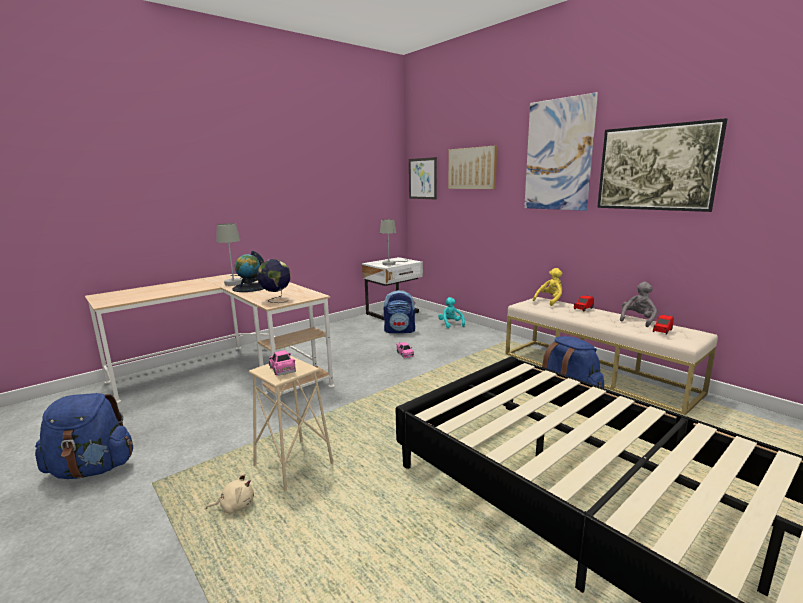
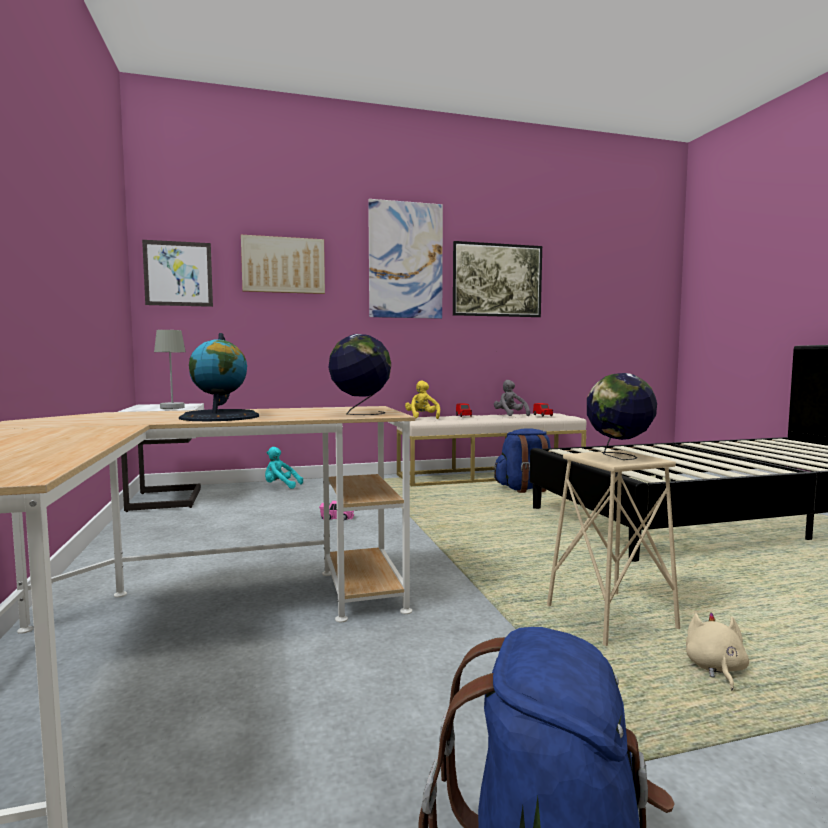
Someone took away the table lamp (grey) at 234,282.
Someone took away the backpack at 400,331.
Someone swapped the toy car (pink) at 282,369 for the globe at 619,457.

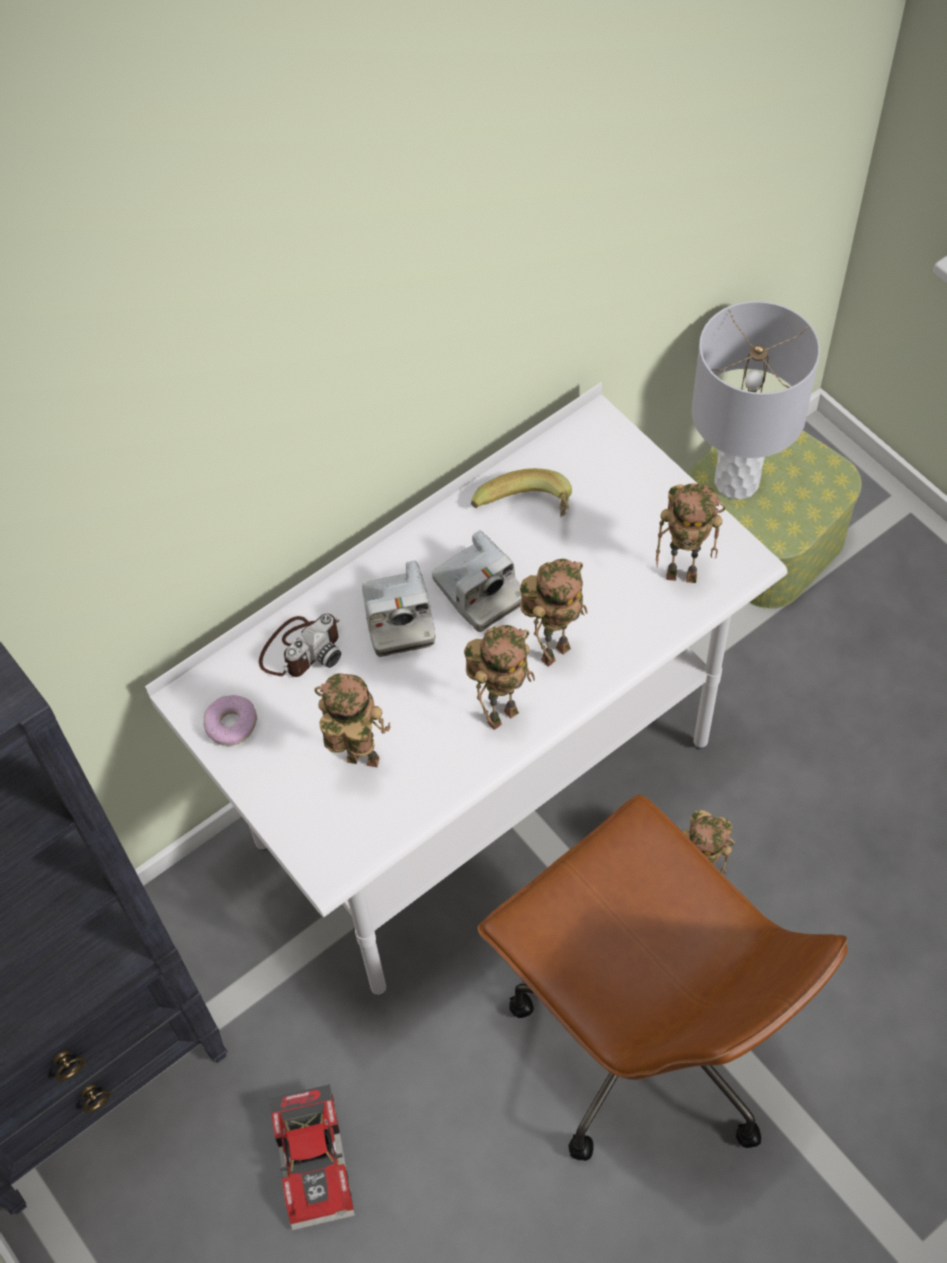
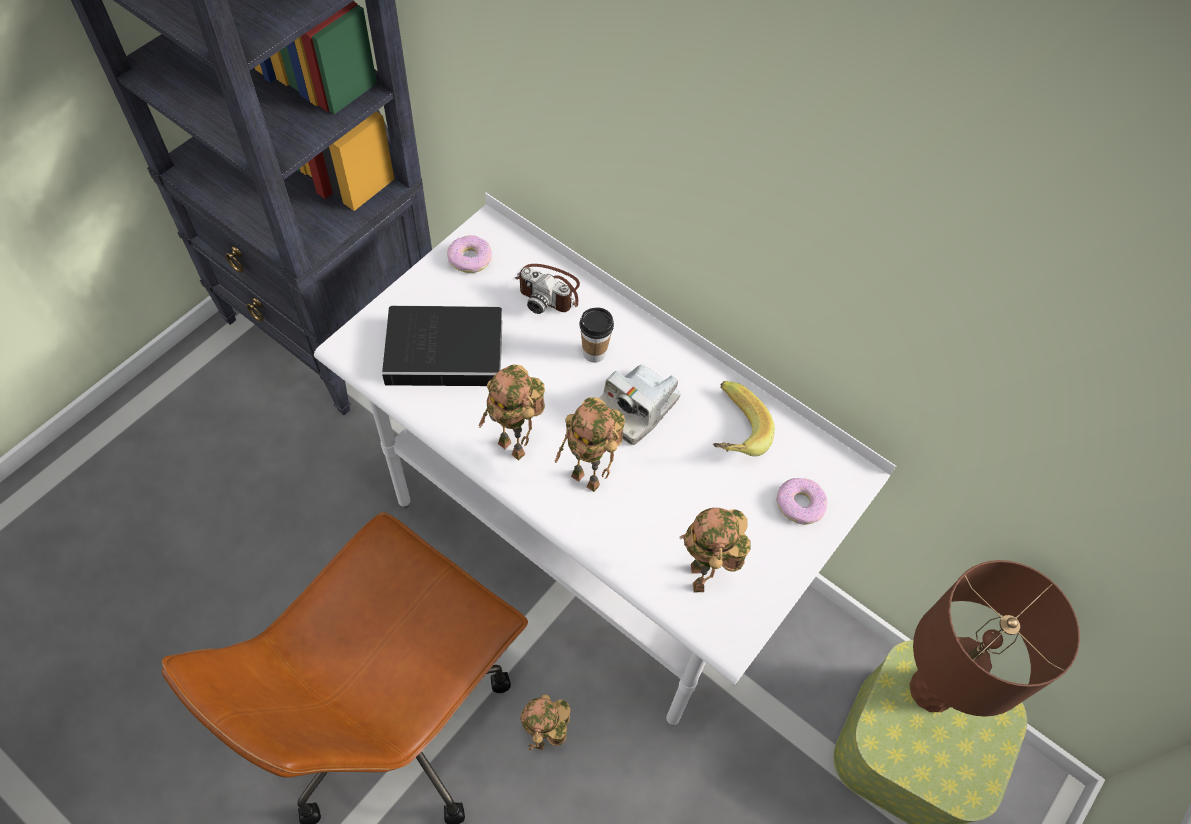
Someone took away the toy car at 317,1160.
Someone put down the donut at 800,504.
Someone swapped the toy robot at 359,763 for the book at 449,351.
Someone swapped the photo camera at 398,618 for the cup at 594,353.
Someone repainted the table lamp (grey) at 736,482, which became the table lamp (brown) at 930,689.

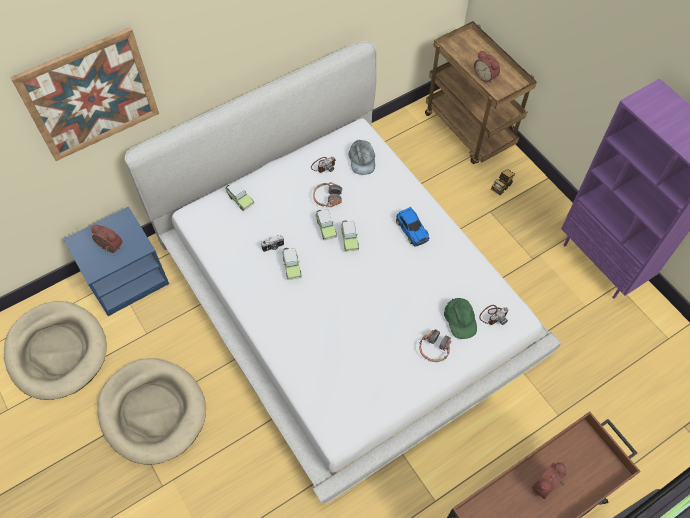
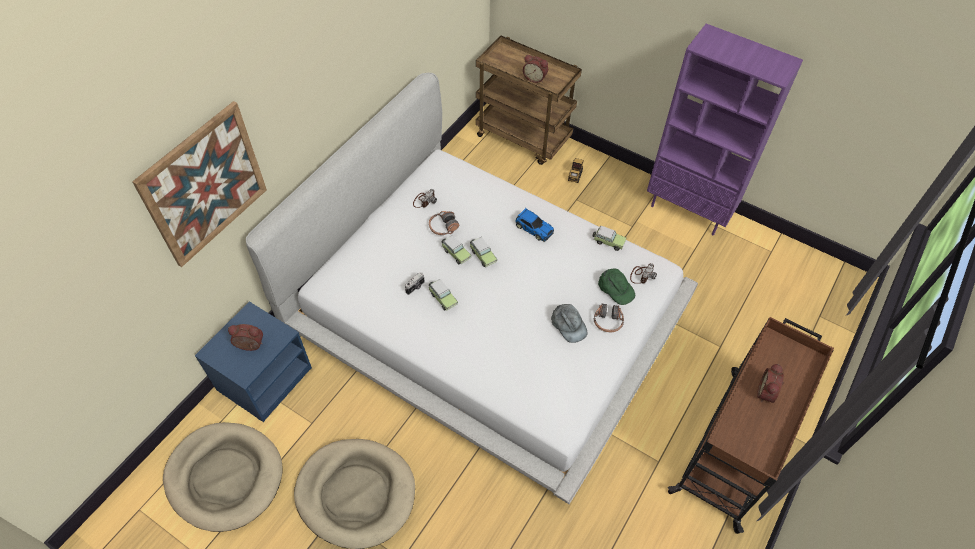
Someone carried the toy car from 240,199 to 608,242.
Someone carried the cap (grey) from 362,160 to 568,325.

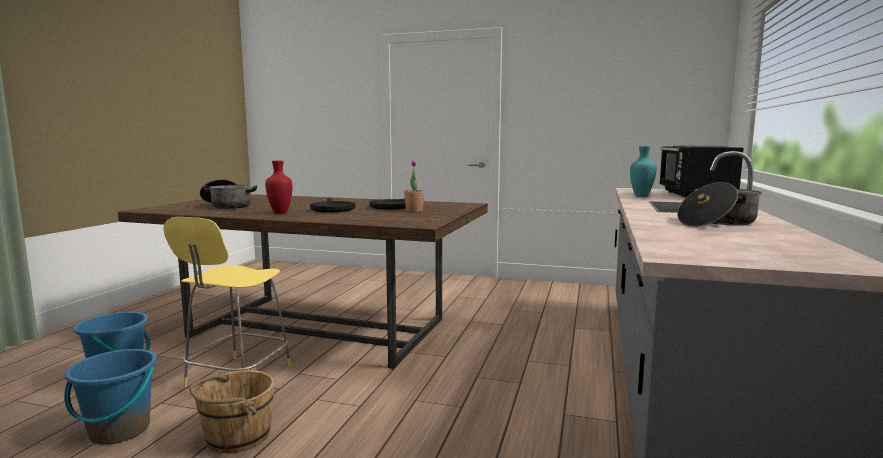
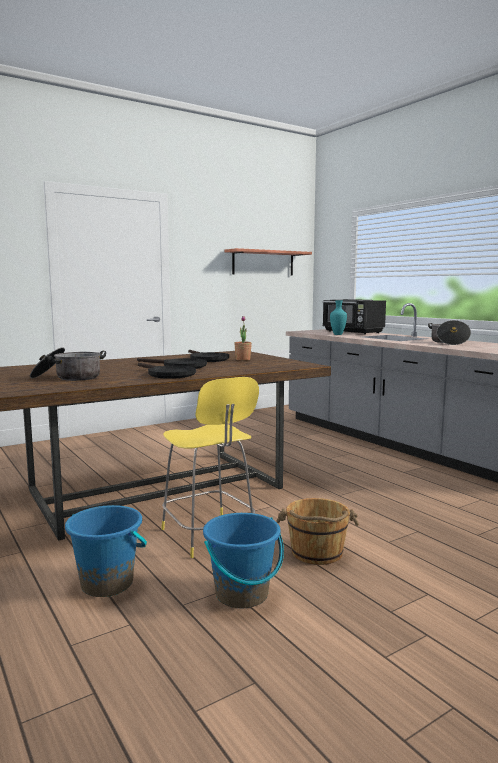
Someone put up the shelf at 263,263.
Someone swapped the vase (red) at 279,213 for the frying pan (black) at 167,374.

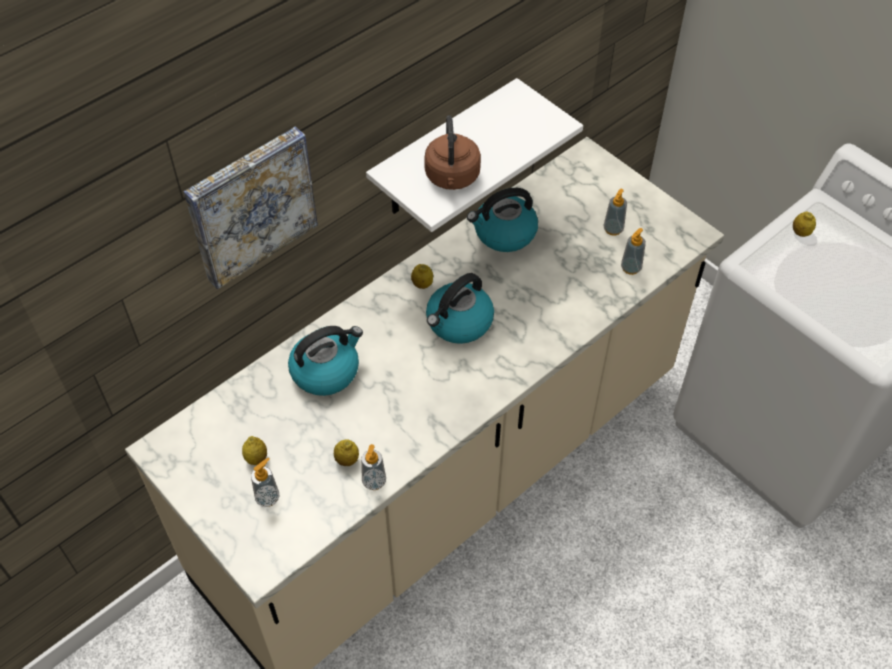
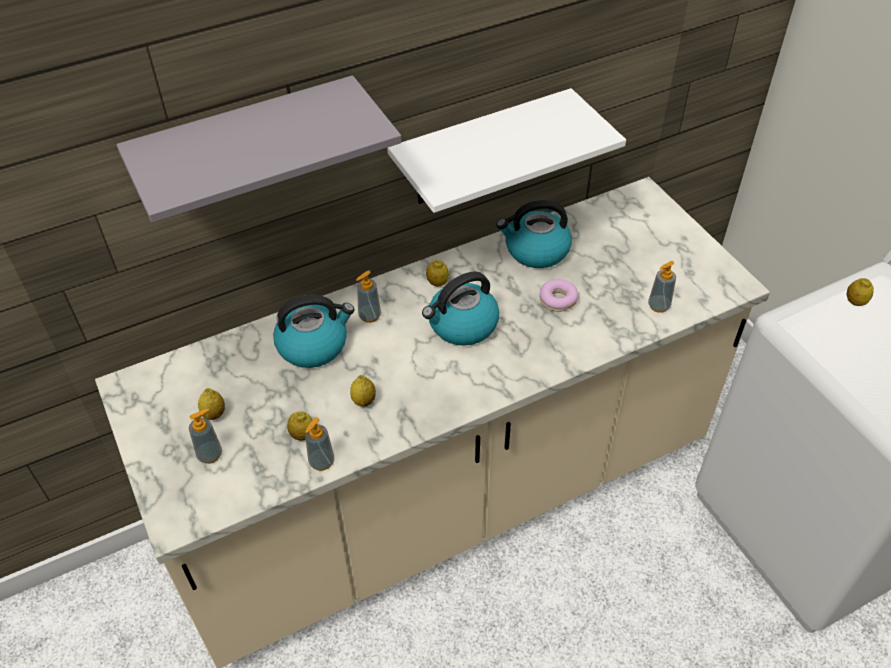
Someone took away the kettle (brown) at 452,178.
Someone put down the lemon at 364,401.
Someone put down the donut at 558,300.
Someone carried the soap dispenser from 613,229 to 369,316.
Someone swapped the picture at 250,205 for the shelf (grey) at 247,147.

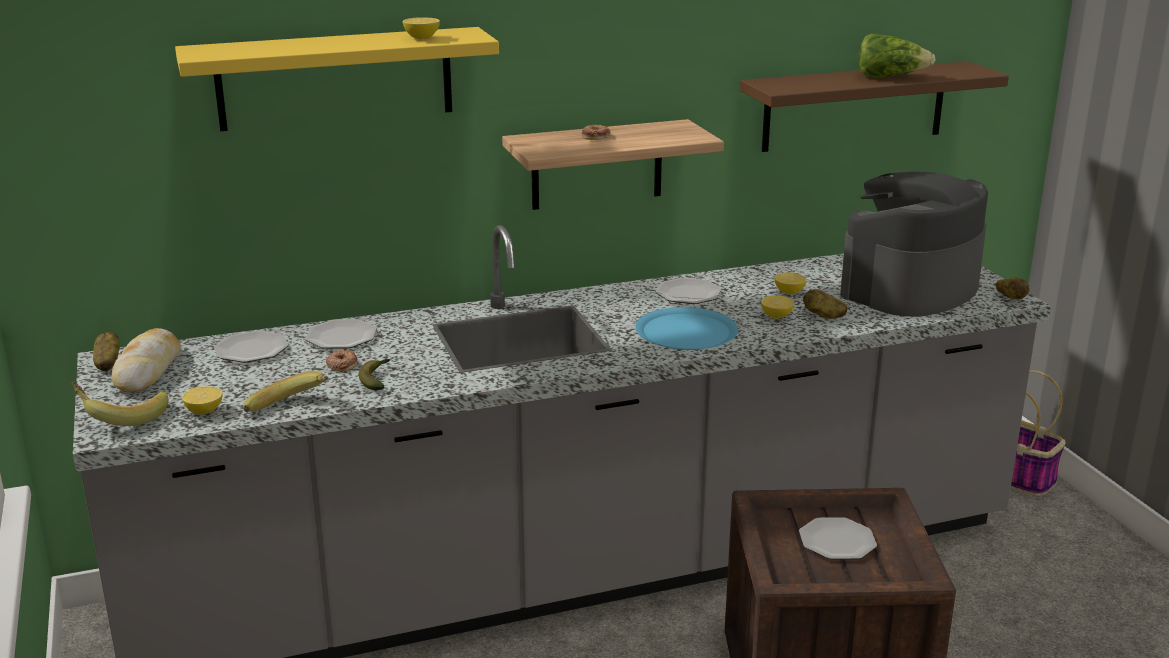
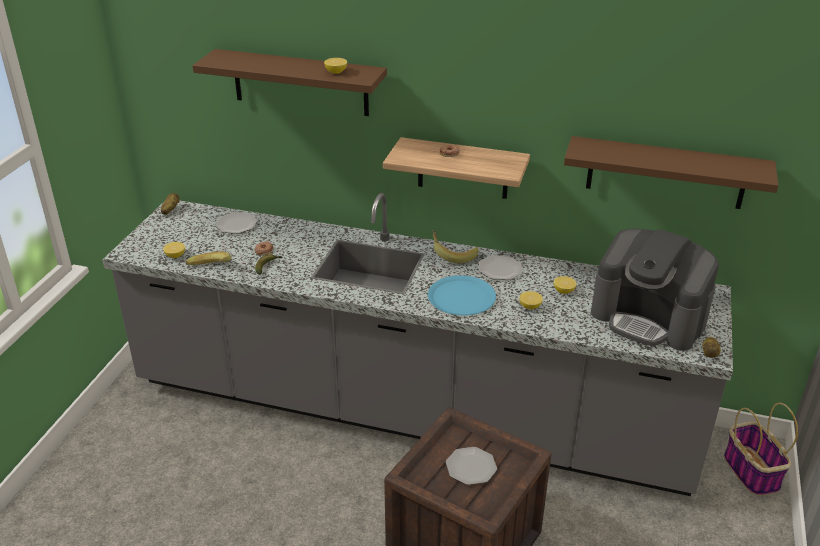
Someone took away the bread at 148,370.
Someone took away the plate at 342,337.
Someone took away the potato at 823,316.
Someone took away the lettuce at 890,77.
Someone carried the banana from 122,417 to 453,255.
Someone repainted the shelf (yellow) at 335,78, which became the shelf (brown) at 300,83.
Someone rotated the coffee machine at 909,288 by 135 degrees counterclockwise.

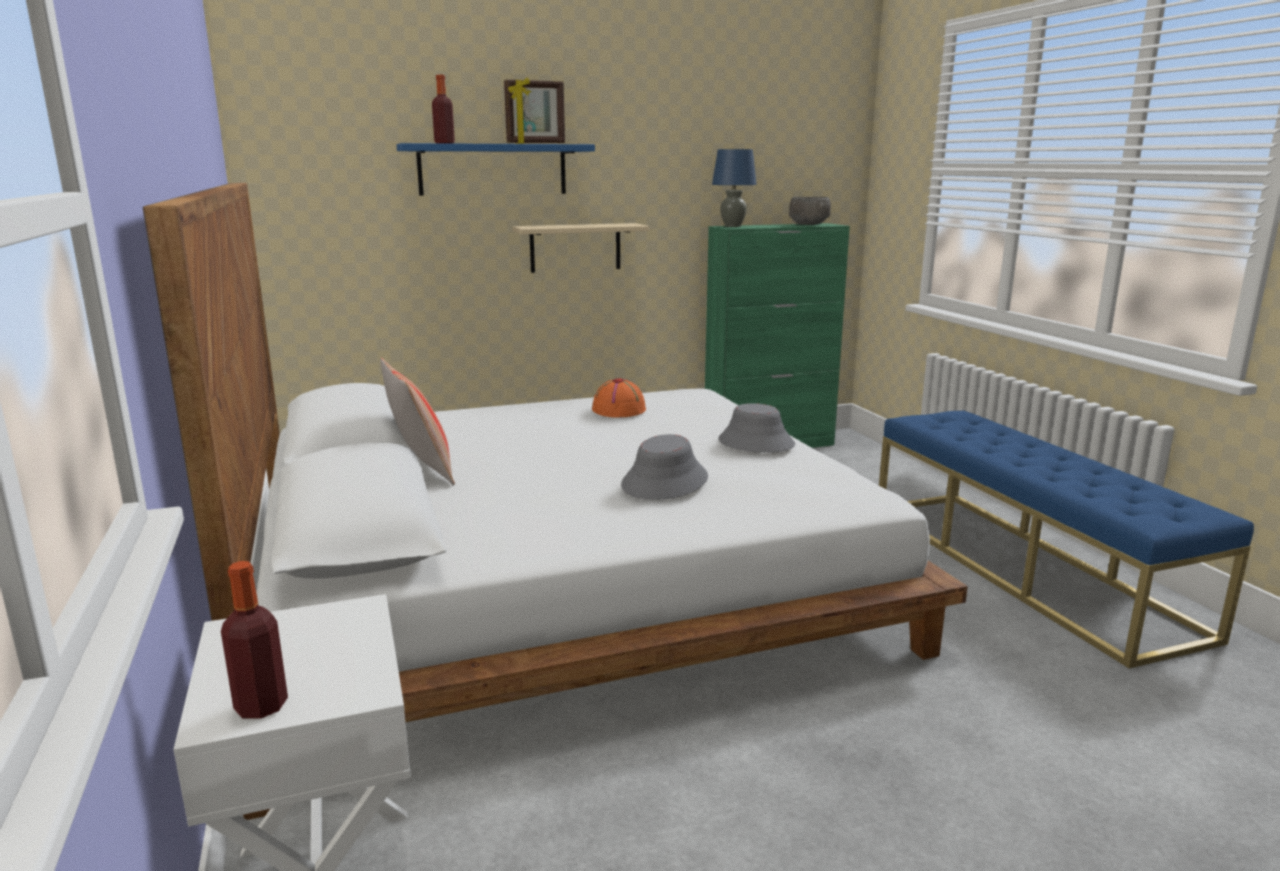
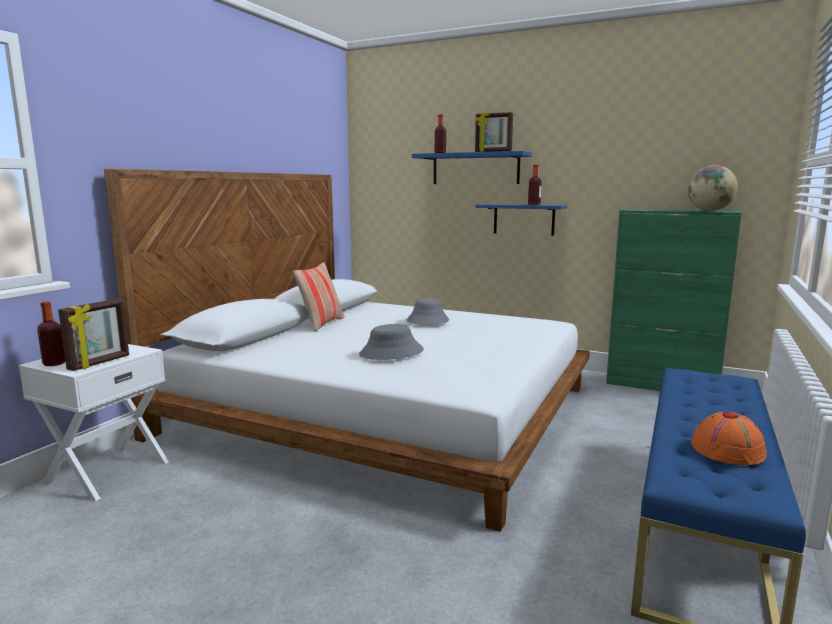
Someone took away the table lamp (blue) at 733,226.
Someone put down the picture frame at 100,363.
Someone put down the bottle at 534,204.
Someone carried the hat (orange) from 619,409 to 728,449.
Someone carried the hat (grey) from 755,443 to 427,321.
Someone swapped the bowl (grey) at 809,224 for the globe at 709,210.
Someone repainted the shelf (beige) at 575,247, which became the shelf (blue) at 524,219.

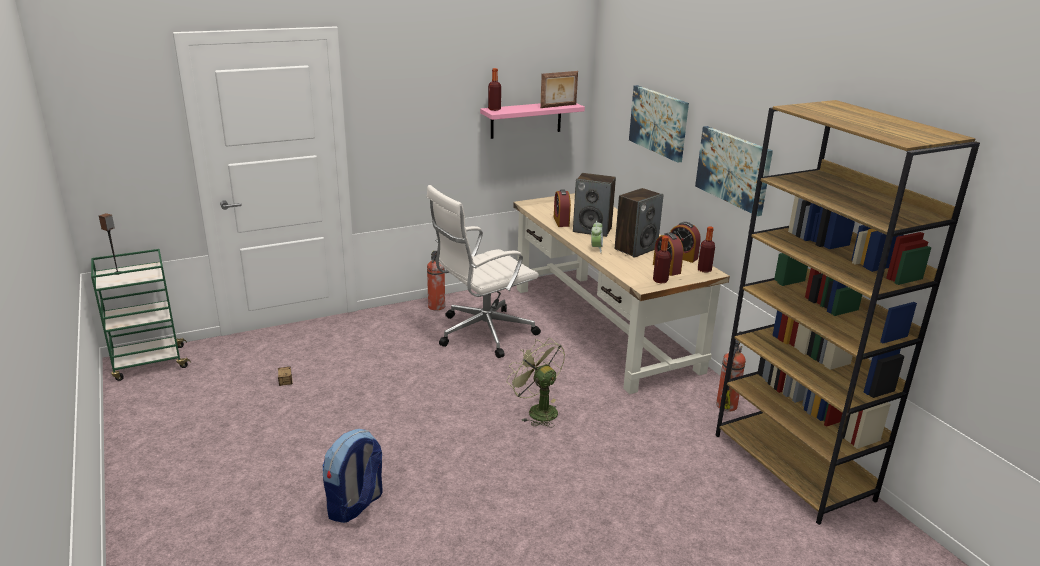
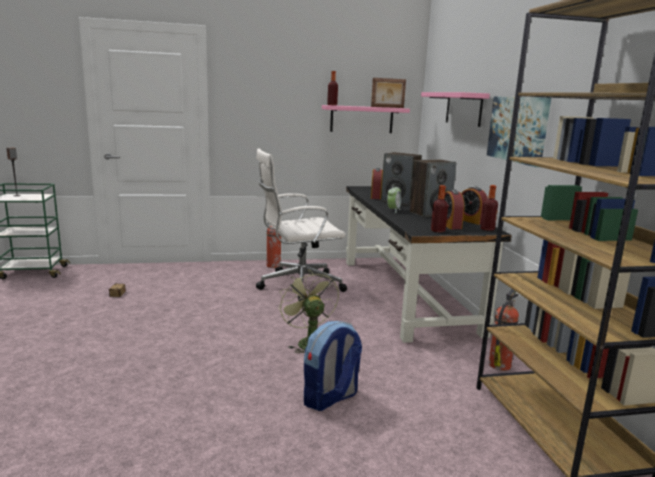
Someone carried the backpack from 355,505 to 330,399.
Someone swapped the picture at 659,122 for the shelf (pink) at 463,109.
Someone repainted the desk (beige) at 604,327, which became the desk (black) at 406,294.

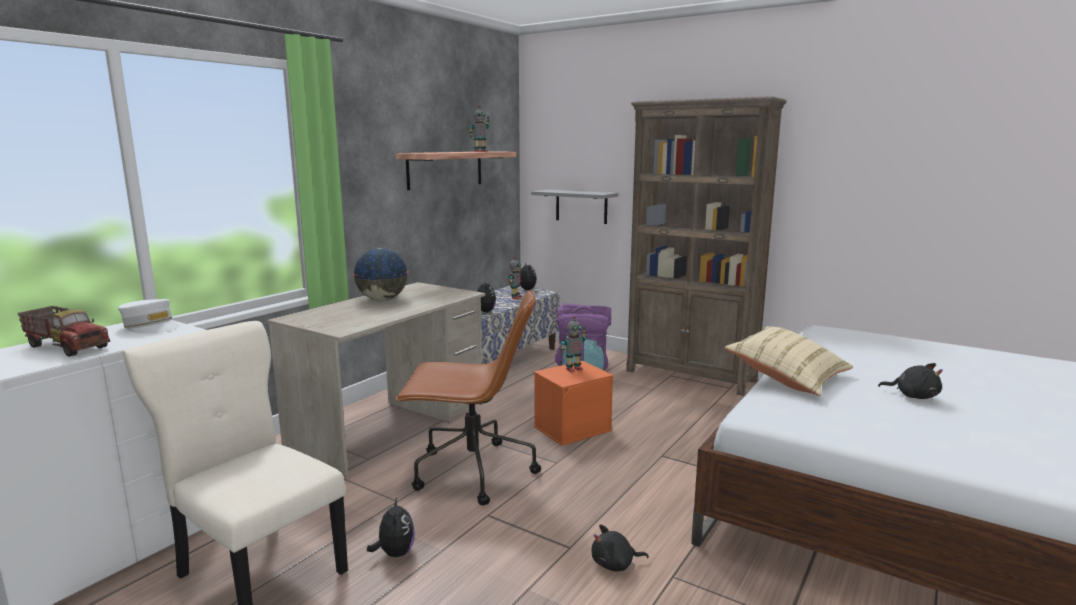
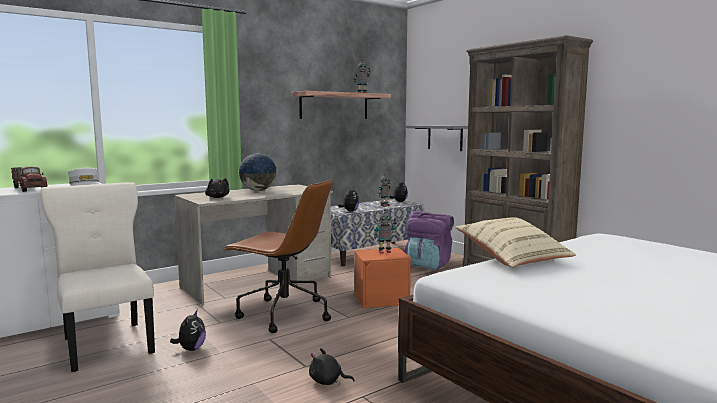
Someone carried the plush toy (black) from 913,396 to 217,197.

